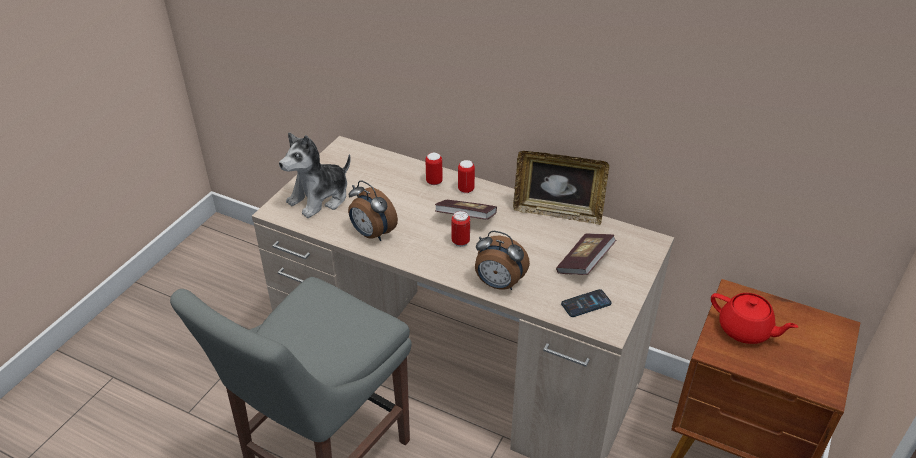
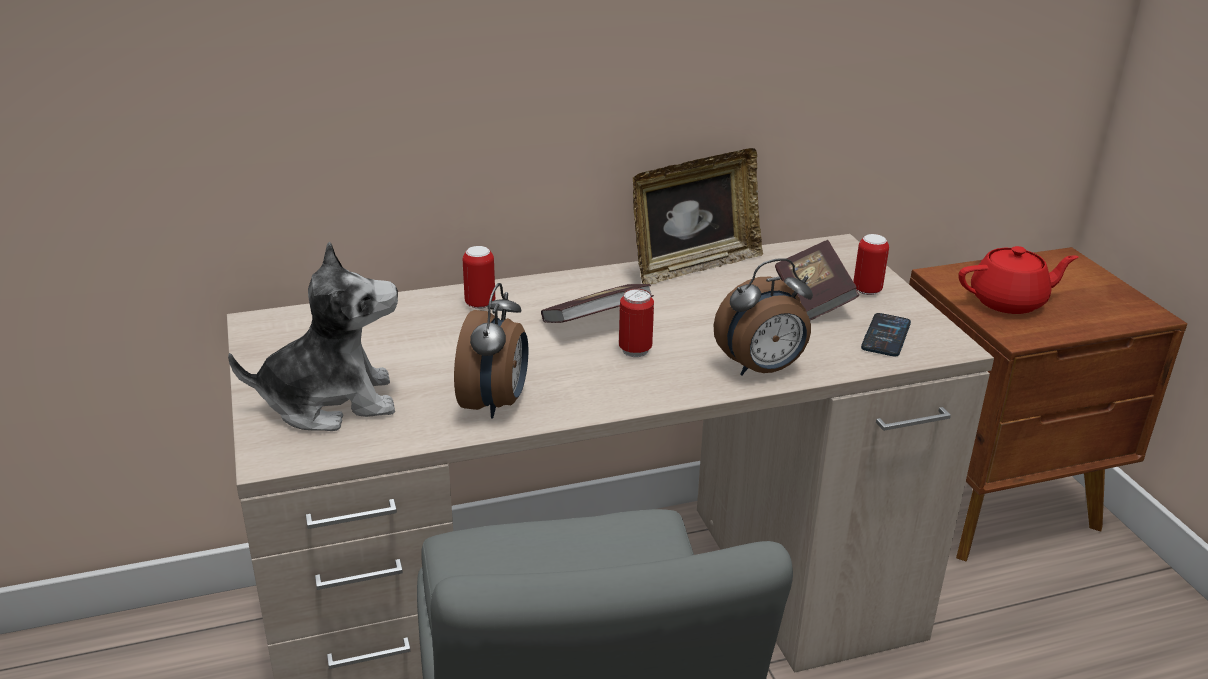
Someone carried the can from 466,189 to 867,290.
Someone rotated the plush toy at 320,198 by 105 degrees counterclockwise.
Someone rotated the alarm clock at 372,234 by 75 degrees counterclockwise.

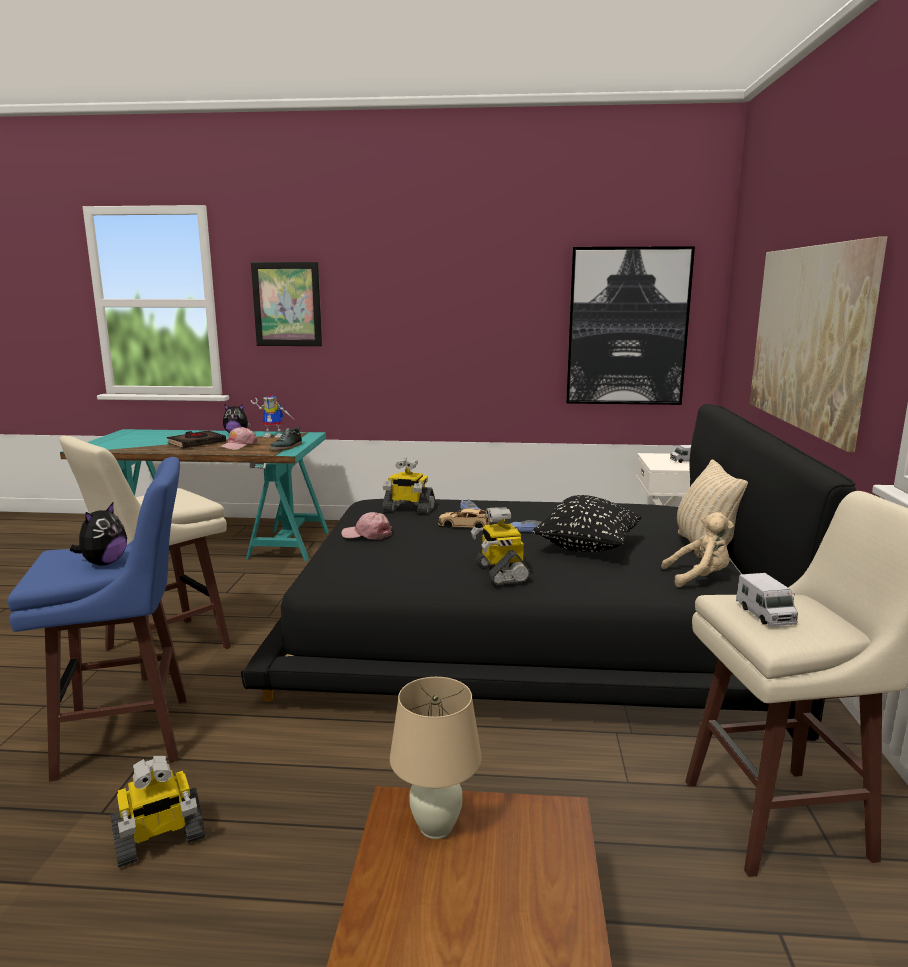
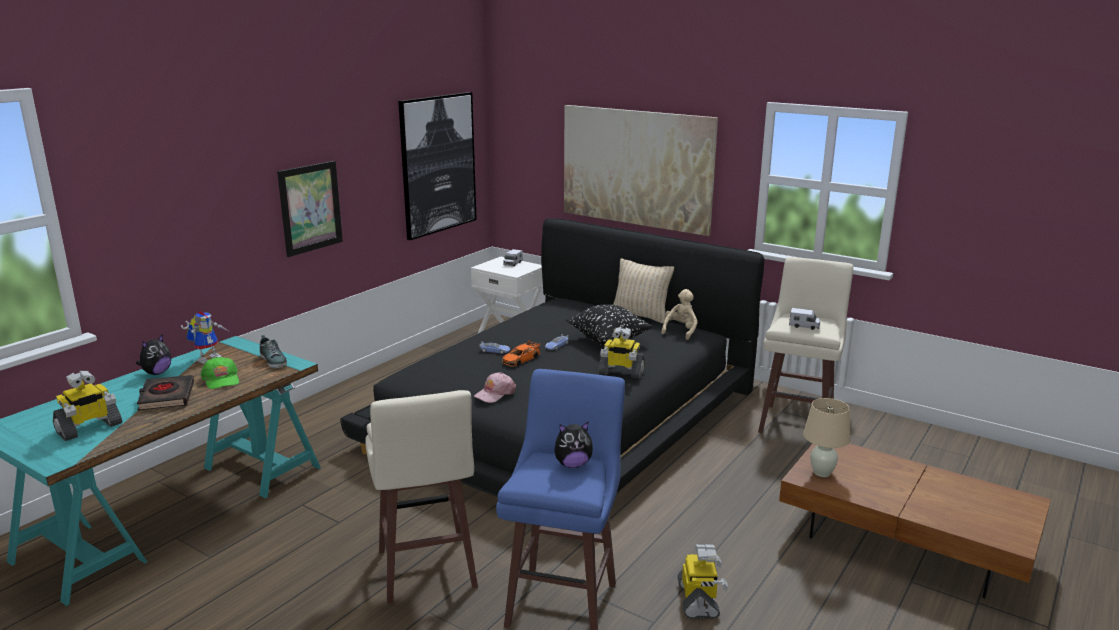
Someone carried the picture from 287,304 to 310,208.
Someone carried the toy robot from 408,509 to 89,428.
Someone repainted the cap (pink) at 238,445, which became the cap (green) at 221,379.
Someone repainted the toy car (beige) at 464,525, which became the toy car (orange) at 521,359.
Someone rotated the plush toy at 104,563 by 120 degrees clockwise.

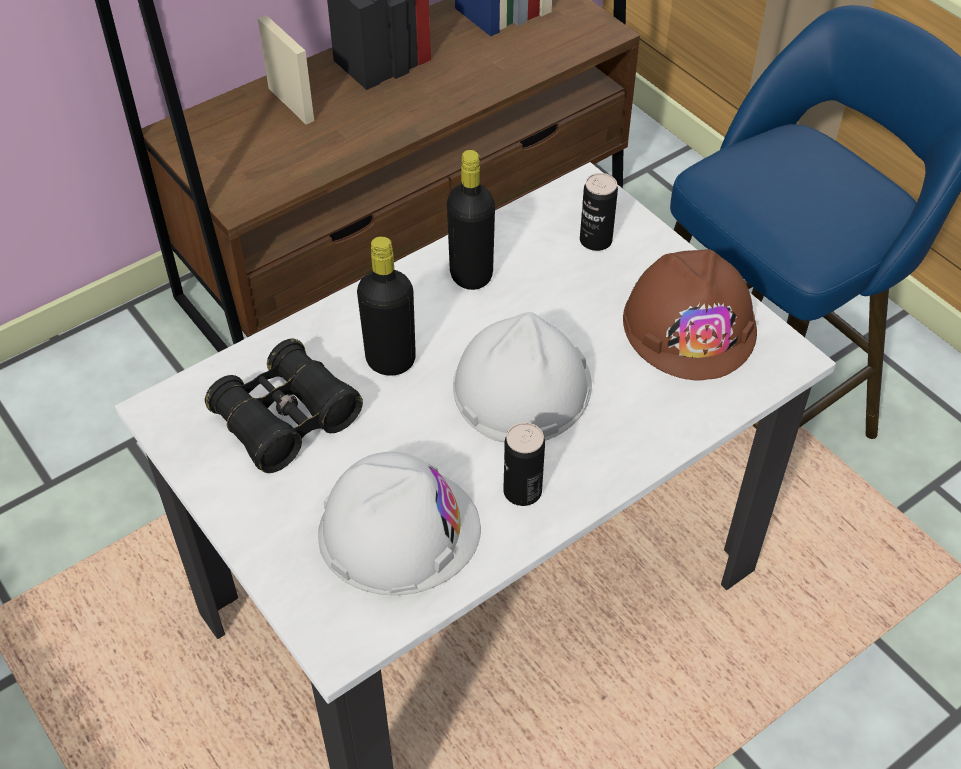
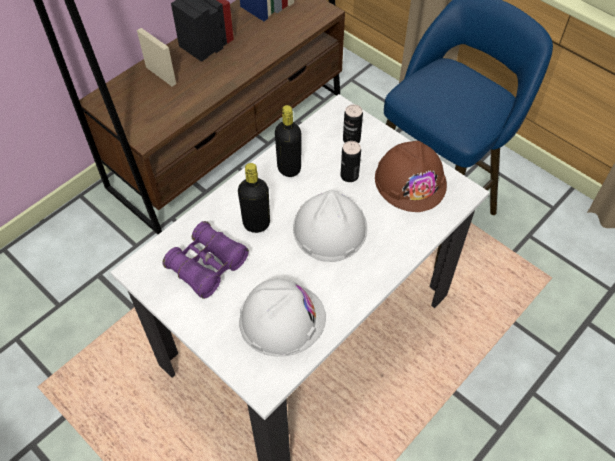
Someone carried the can from 522,491 to 349,175.
Someone repainted the binoculars (black) at 286,419, which became the binoculars (purple) at 207,266.

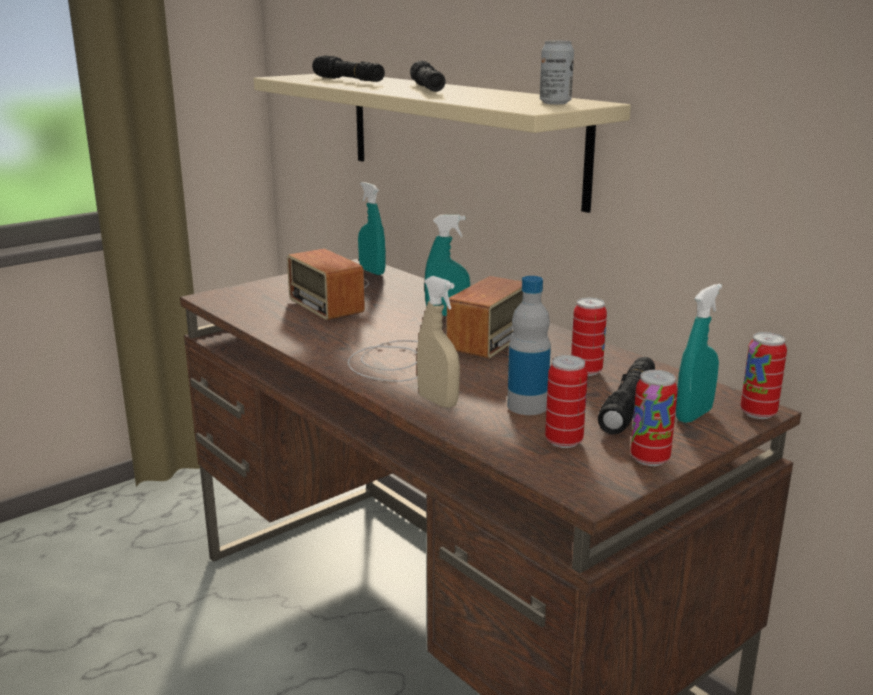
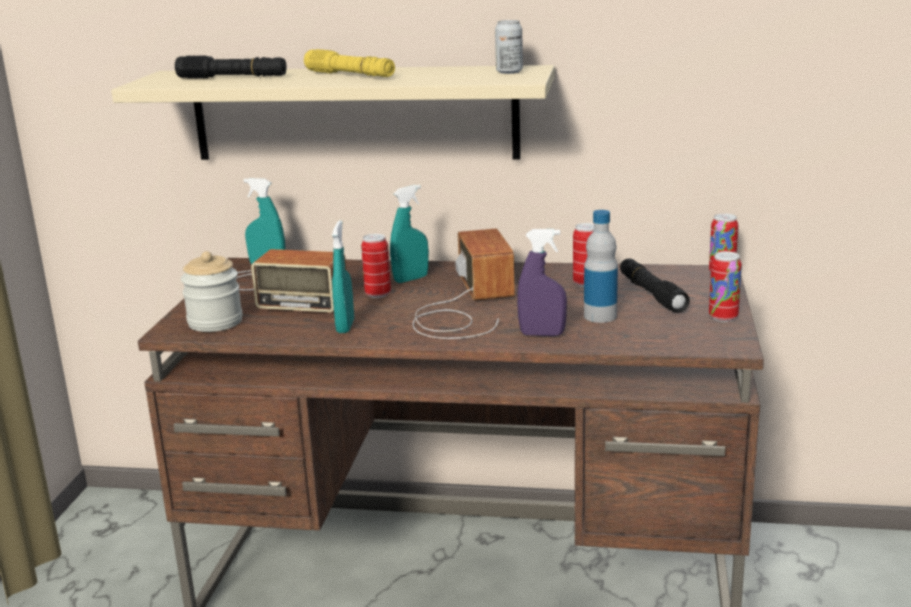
Someone put down the jar at 215,322.
Someone carried the can from 564,441 to 378,294.
Someone carried the spray bottle (turquoise) from 693,415 to 345,326.
Someone repainted the flashlight (black) at 427,88, which became the flashlight (yellow) at 350,75.
Someone repainted the spray bottle (beige) at 438,401, which became the spray bottle (purple) at 542,334.

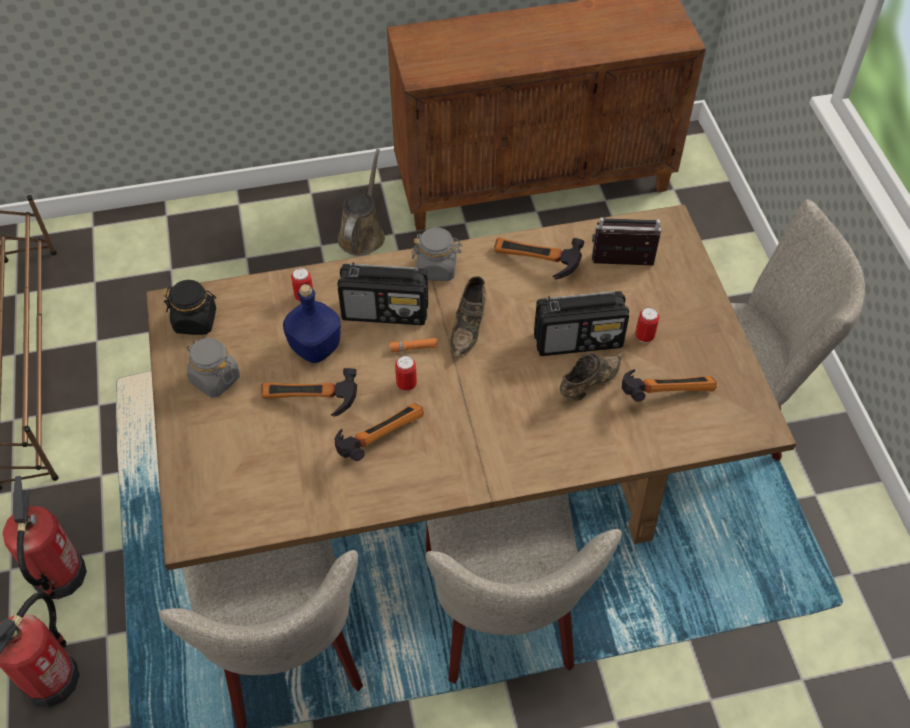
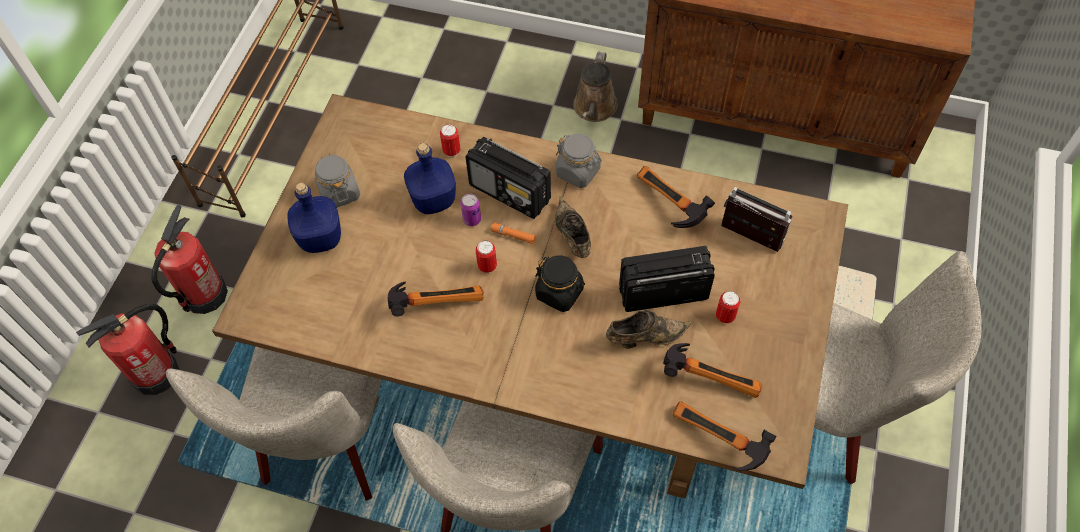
Someone put down the bottle (blue) at 322,238.
Someone put down the can at 472,219.
Someone carried the jar (black) from 195,321 to 559,293.
Someone carried the hammer from 309,404 to 715,443.
Someone rotated the watering can (brown) at 363,234 by 150 degrees clockwise.
Someone rotated the shoe (brown) at 469,327 by 120 degrees clockwise.
Someone rotated the radio at 579,340 by 150 degrees clockwise.

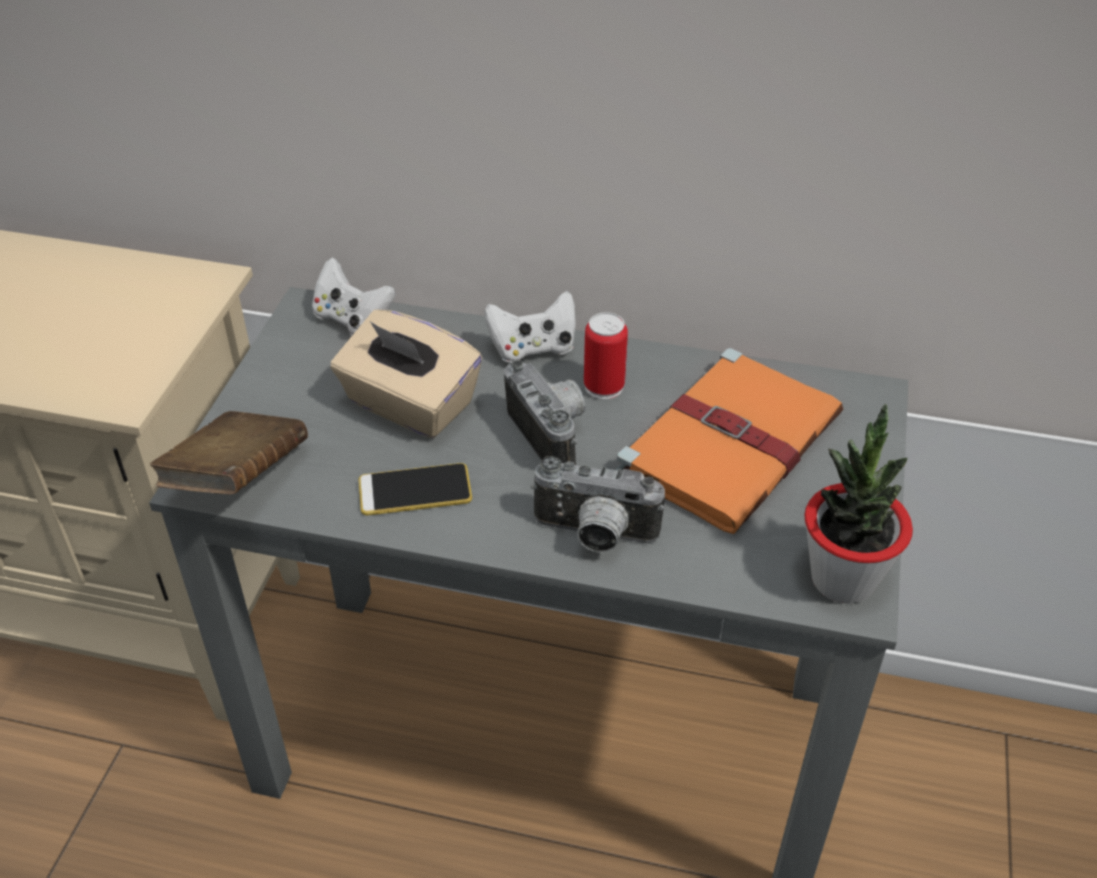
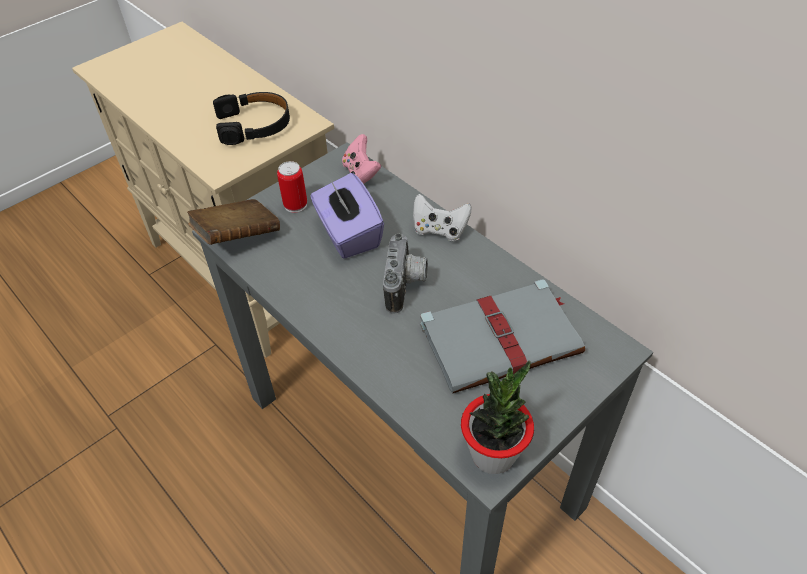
Someone took away the phone at 415,490.
Someone took away the photo camera at 594,536.
Someone put down the headphones (black) at 254,125.
Someone carried the can from 604,386 to 295,205.
Someone repainted the game controller (white) at 352,320, which became the game controller (pink) at 361,173.
Someone repainted the tissue box (beige) at 409,405, which became the tissue box (purple) at 348,234.
Someone repainted the book (orange) at 732,443, which became the book (grey) at 502,338.

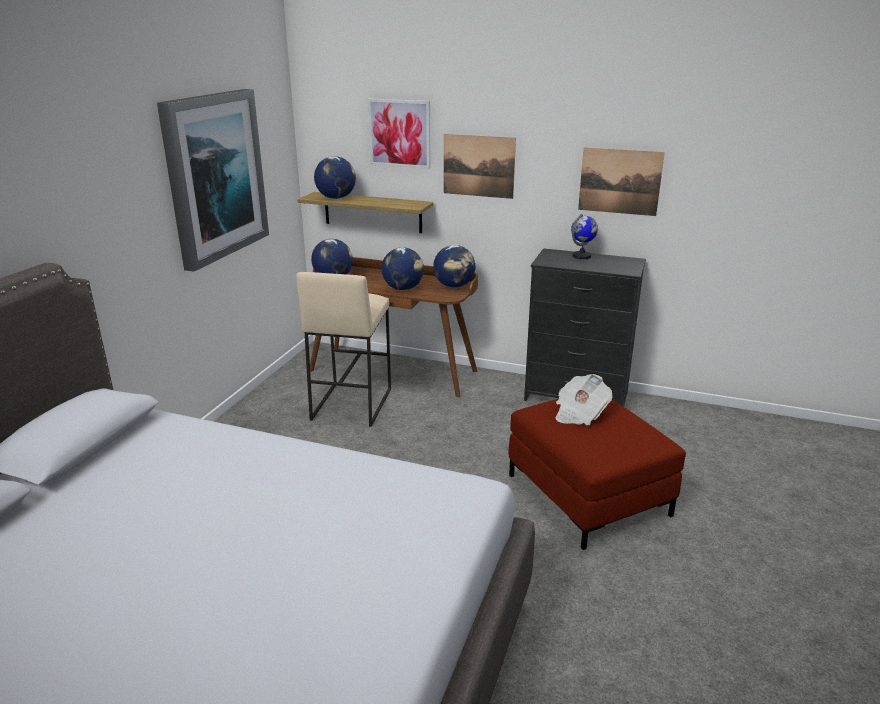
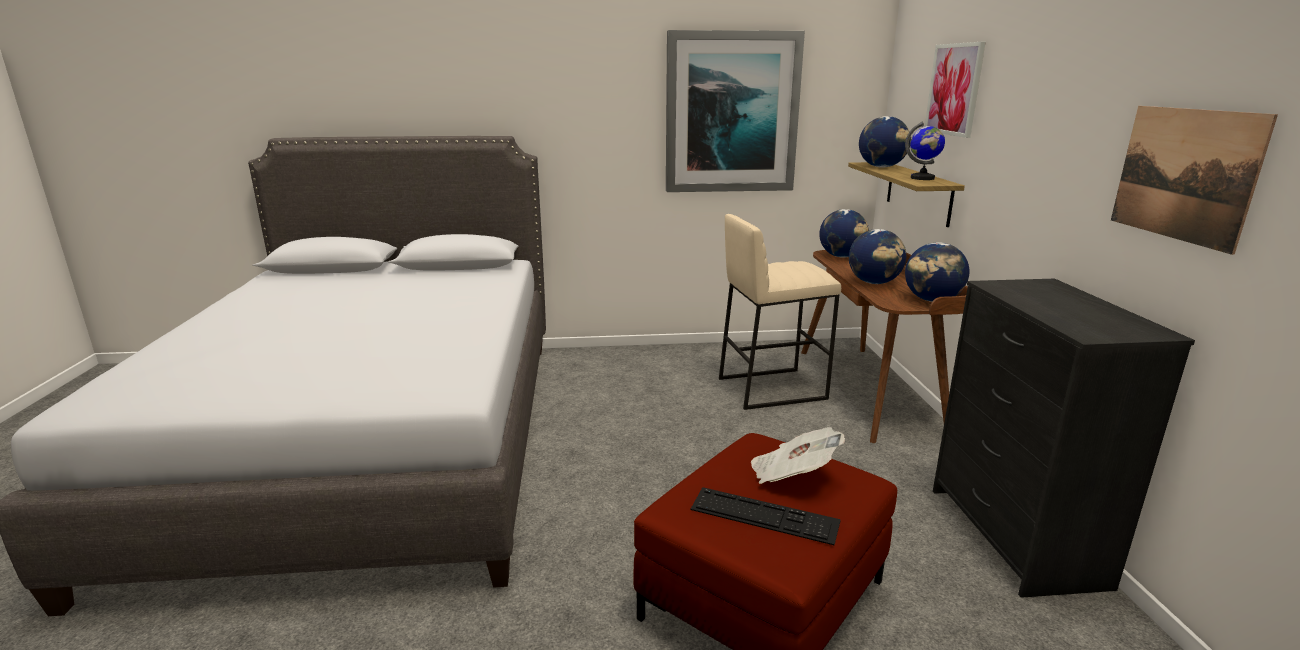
Someone took away the picture at 478,166.
Someone put down the keyboard at 764,515.
Someone carried the globe from 582,256 to 922,178.

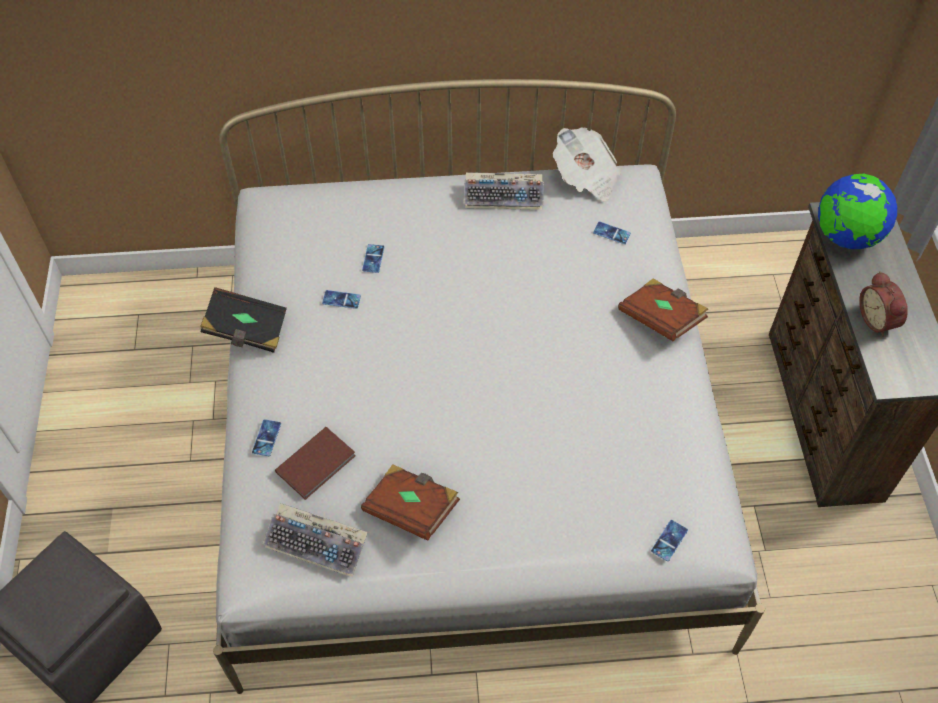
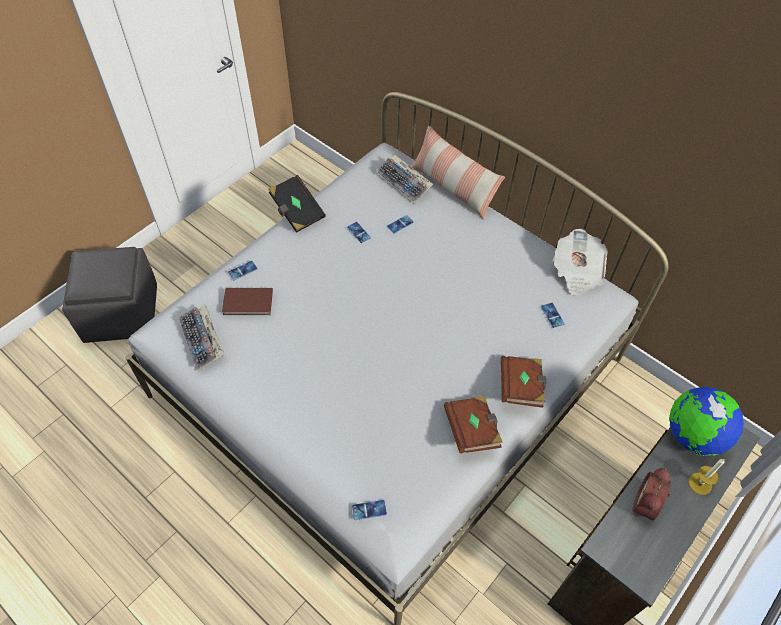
Someone put down the pillow at 453,187.
Someone put down the candle at 700,483.
Someone carried the book (brown) from 411,509 to 472,430.
Someone carried the keyboard from 504,195 to 405,183.

